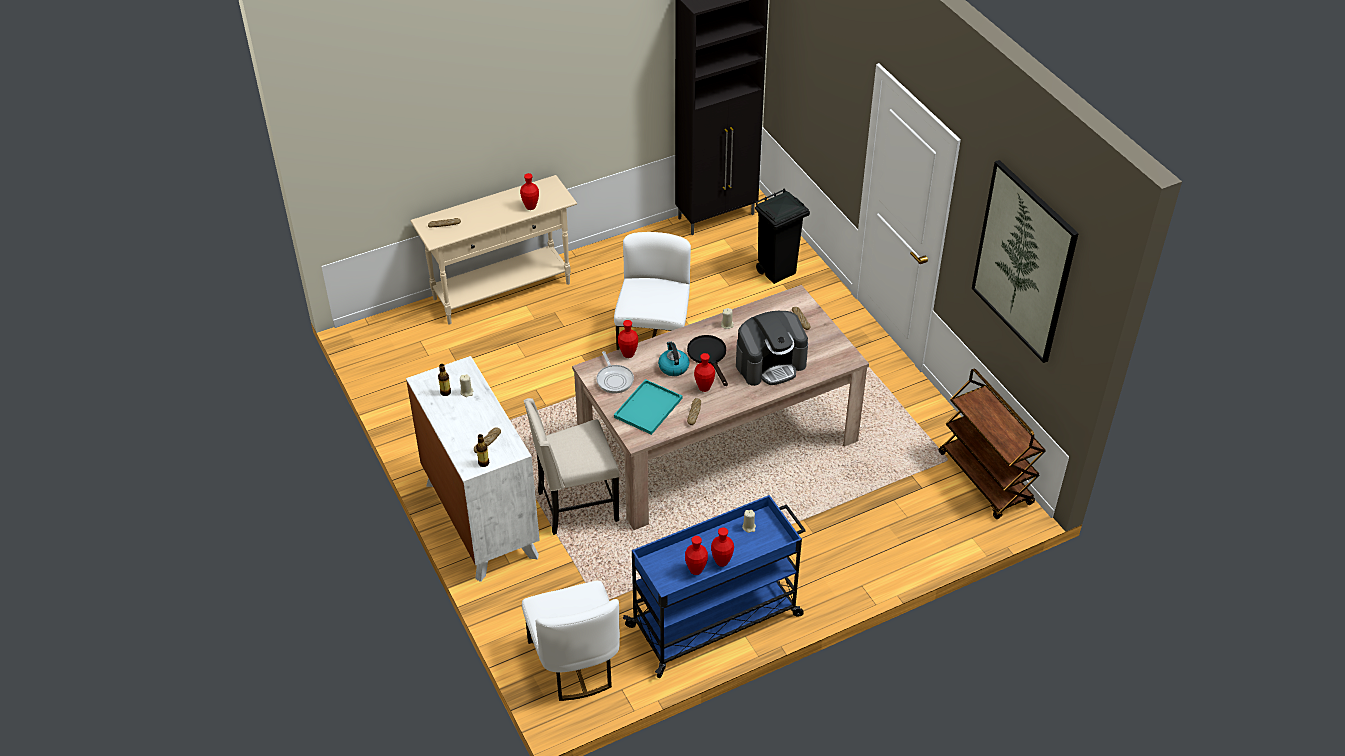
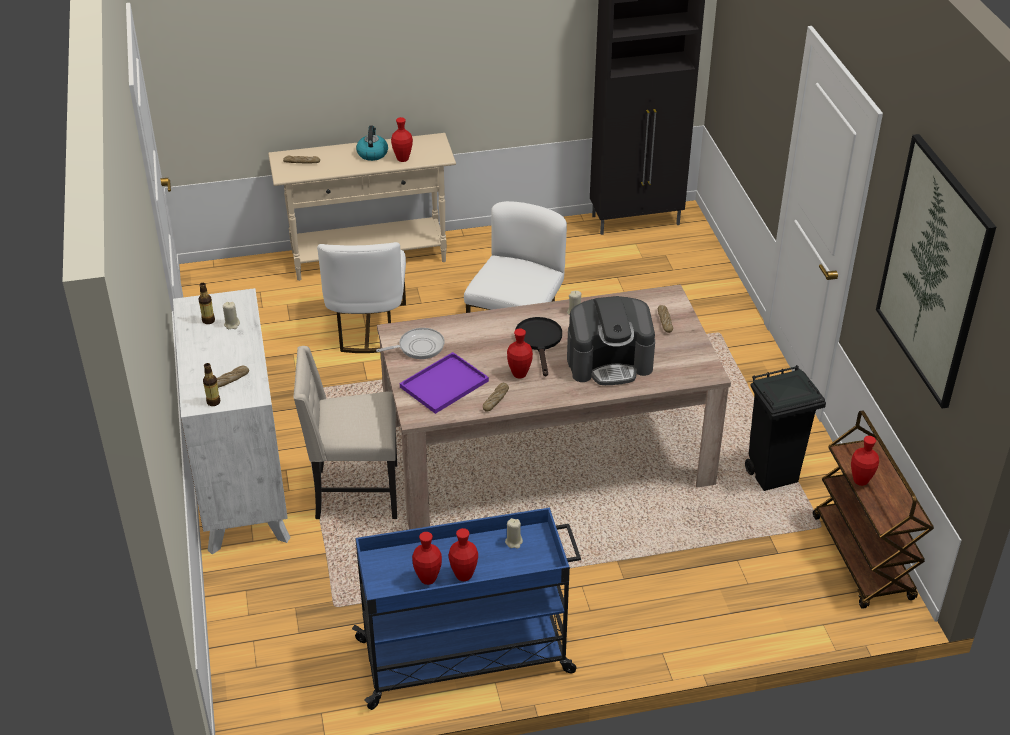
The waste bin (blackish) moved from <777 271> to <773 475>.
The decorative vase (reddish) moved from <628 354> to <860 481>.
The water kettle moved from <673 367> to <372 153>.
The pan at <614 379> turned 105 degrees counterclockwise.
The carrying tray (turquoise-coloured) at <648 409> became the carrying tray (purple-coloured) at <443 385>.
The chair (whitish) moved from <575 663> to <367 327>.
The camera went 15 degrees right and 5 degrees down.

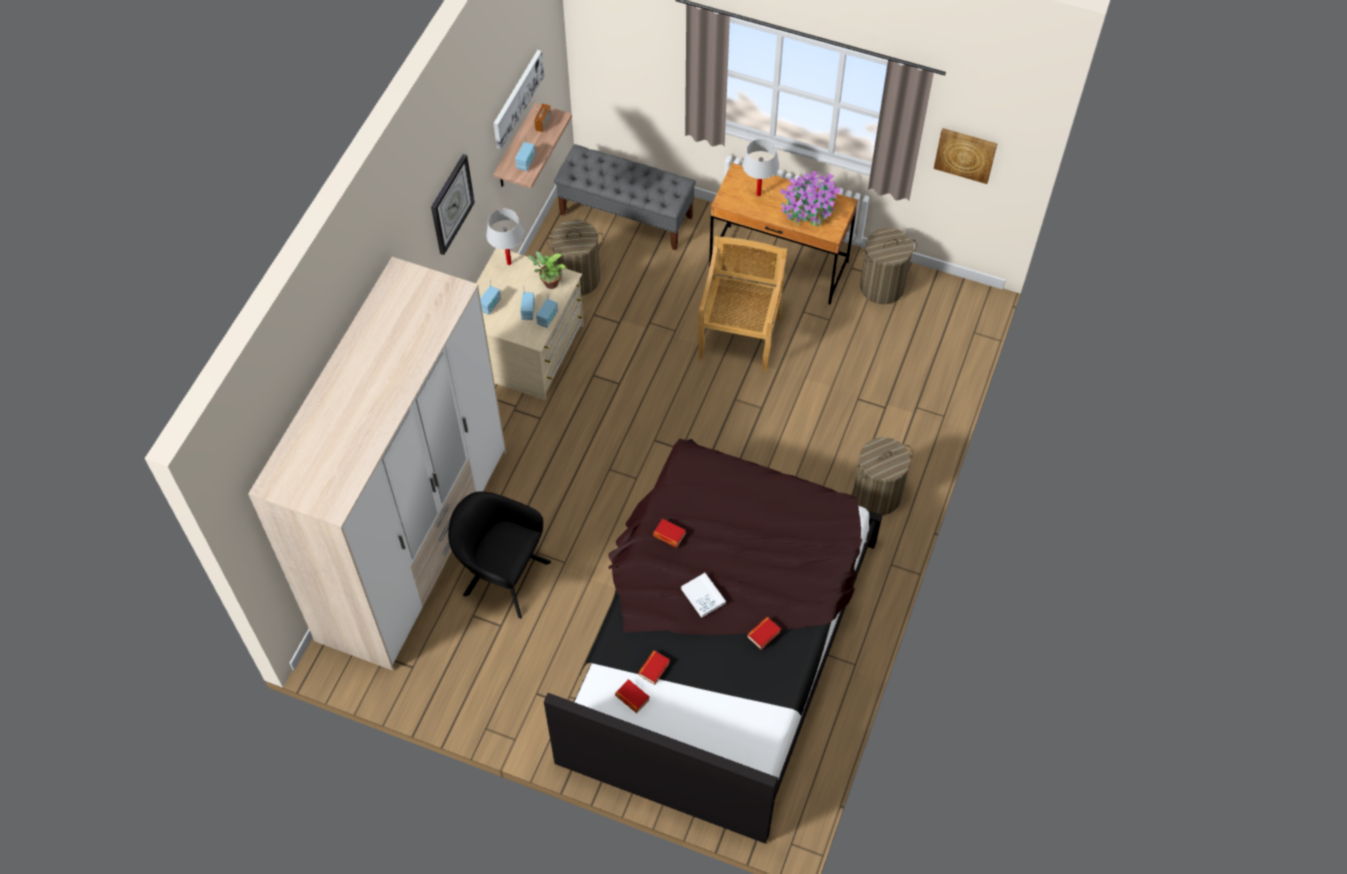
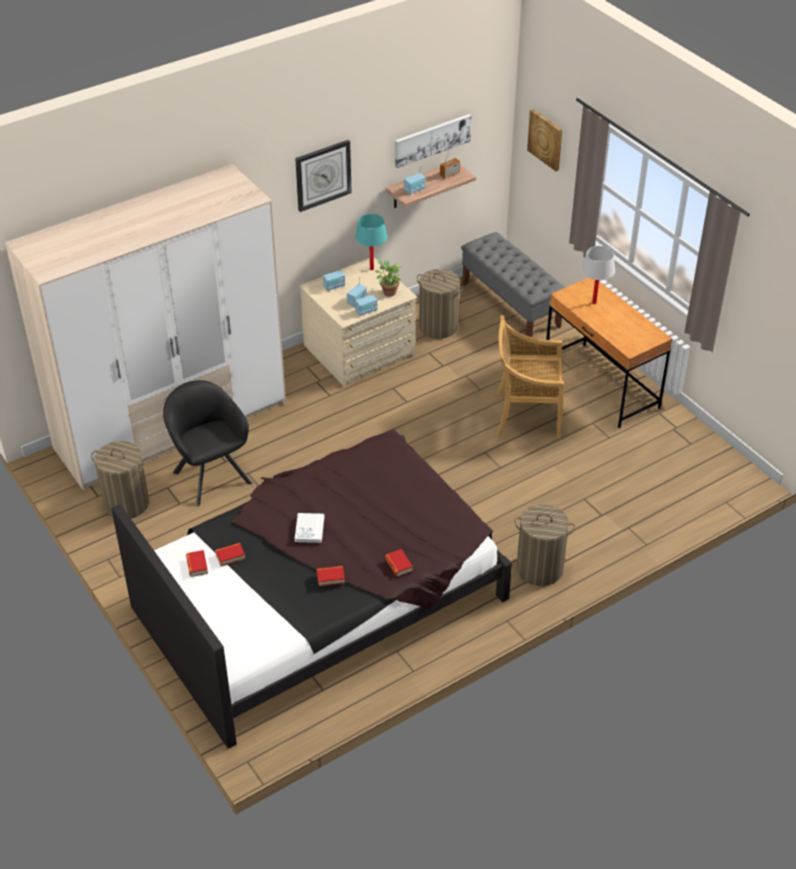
The wall picture moved from <965 154> to <546 139>.
The houseplant at <808 210> disappeared.
The tabletop lamp (whitish) at <509 263> became the tabletop lamp (turquoise-coloured) at <371 269>.
The washing basket moved from <882 287> to <126 504>.
The chair (sand-coloured) at <739 336> turned 135 degrees counterclockwise.
The book moved from <669 535> to <398 565>.
The camera went 35 degrees right and 15 degrees down.

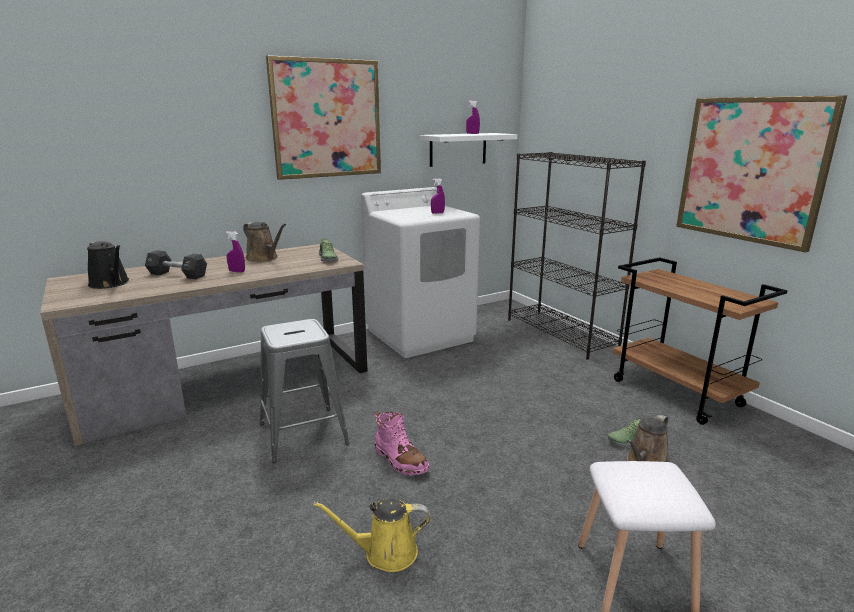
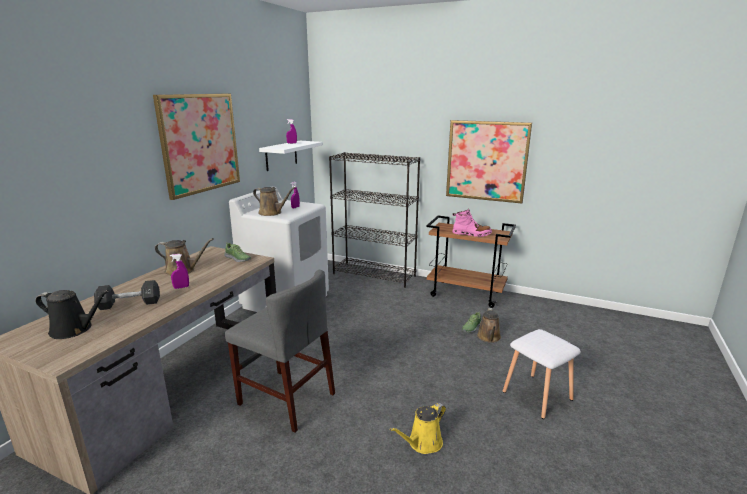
The stool seat (gray) at <303 433> was replaced by the chair (gray) at <286 399>.
The tall boot (pink-coloured) moved from <400 460> to <471 234>.
The watering can (brown) at <272 213> appeared.
The camera went 35 degrees left and 0 degrees up.

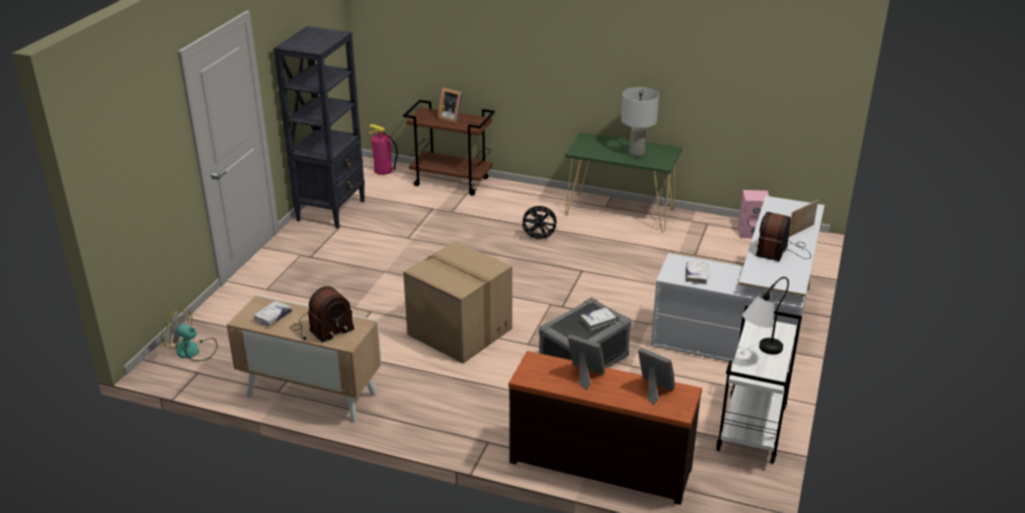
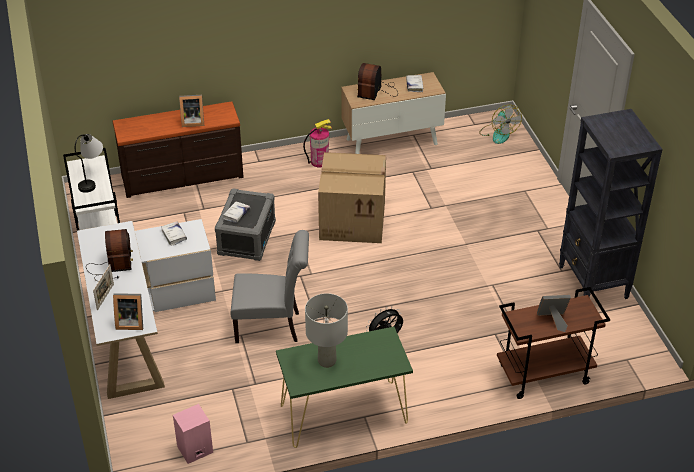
The fire-fighting cylinder moved from <383 170> to <319 161>.
The fan at <193 351> turned 90 degrees clockwise.
The picture frame moved from <653 390> to <129 322>.
The chair (gray) at <272 327> appeared.
The camera went 145 degrees right and 10 degrees up.

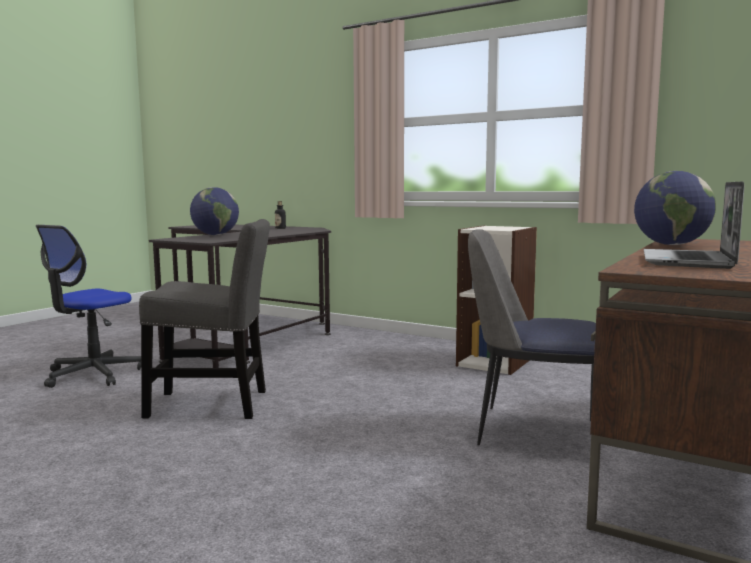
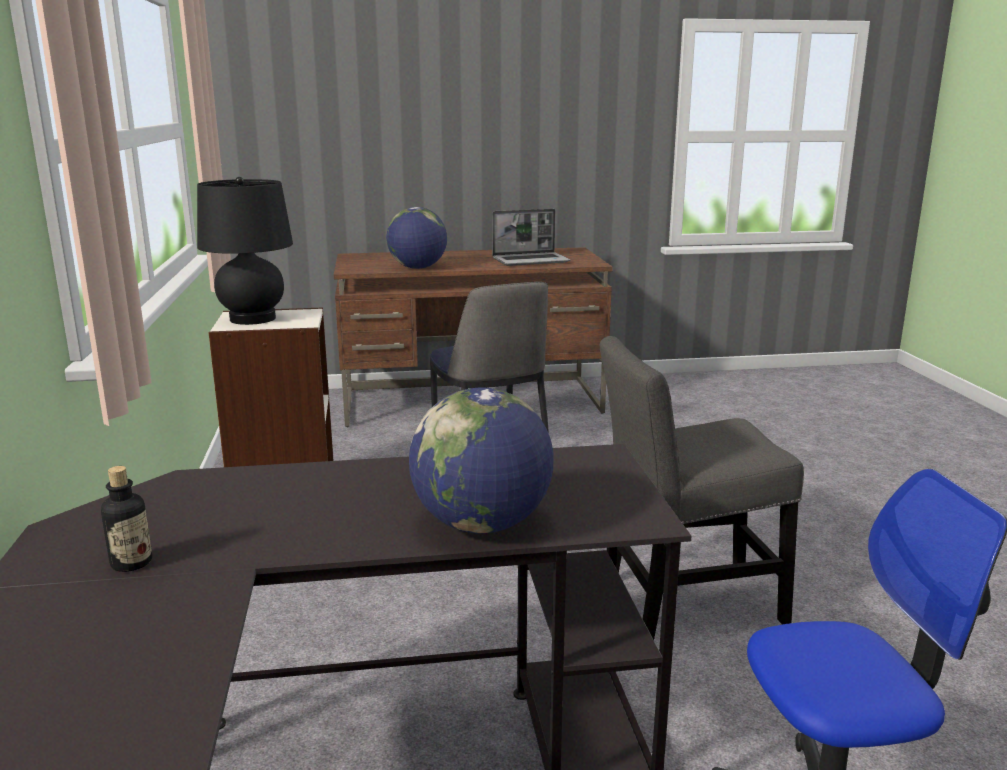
The chair (gray) at <214 404> turned 60 degrees counterclockwise.
The tabletop lamp (blackish) at <252 319> appeared.
The camera went 130 degrees left and 10 degrees up.

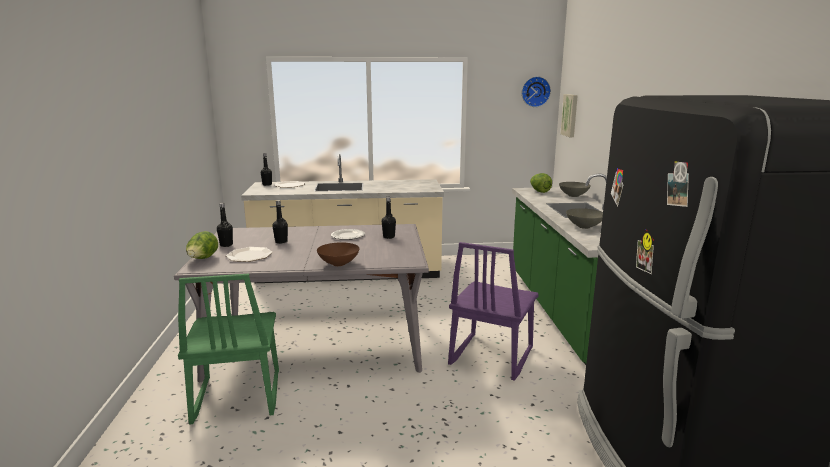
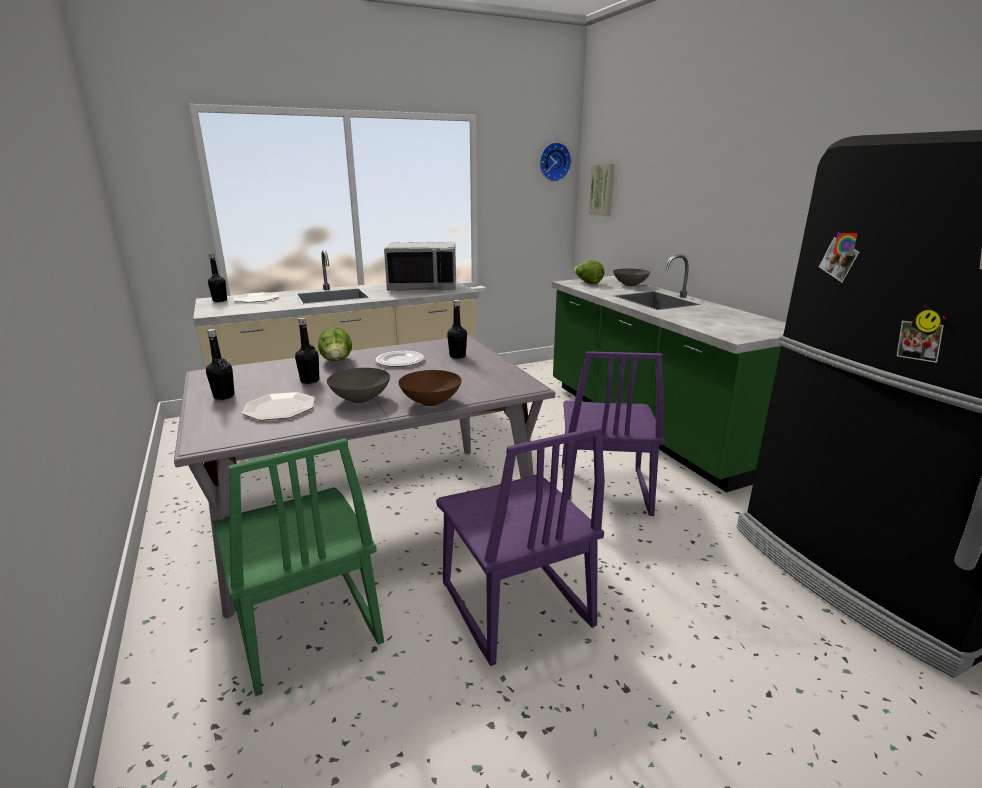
The serving bowl (gray) moved from <584 226> to <361 399>.
The head of lettuce moved from <202 259> to <337 361>.
The microwave oven (gray) at <423 287> appeared.
The chair (purple-coloured) at <514 606> appeared.
The camera went 20 degrees left and 5 degrees up.

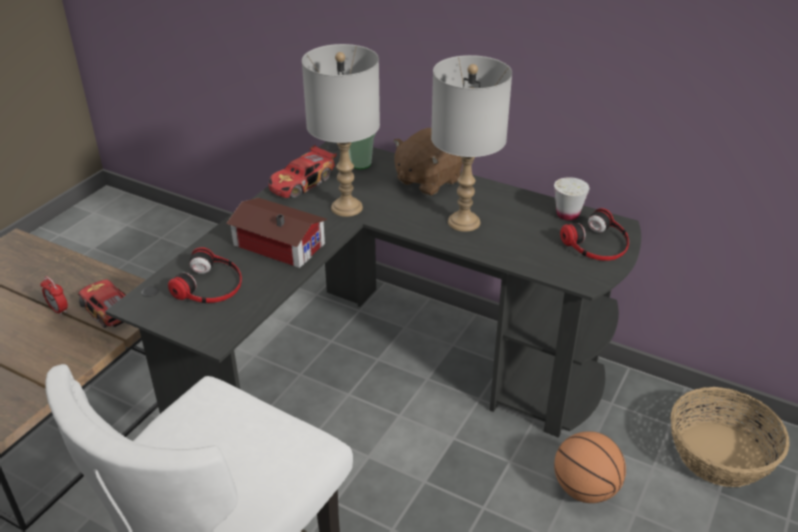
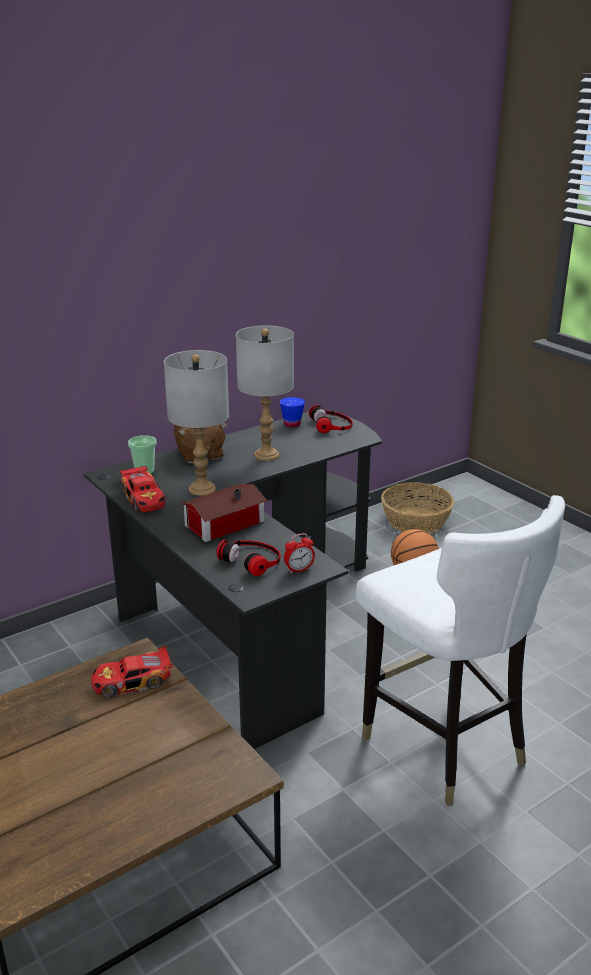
The small cup (whitish) at <567 214> became the small cup (blue) at <292 424>.
The alarm clock moved from <58 310> to <299 570>.
The camera went 65 degrees left and 10 degrees down.

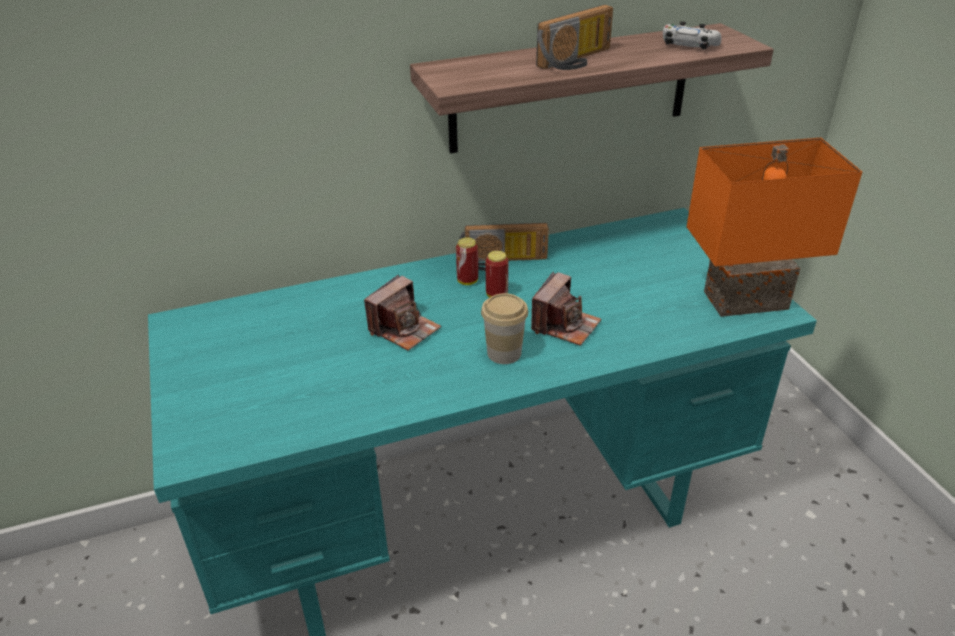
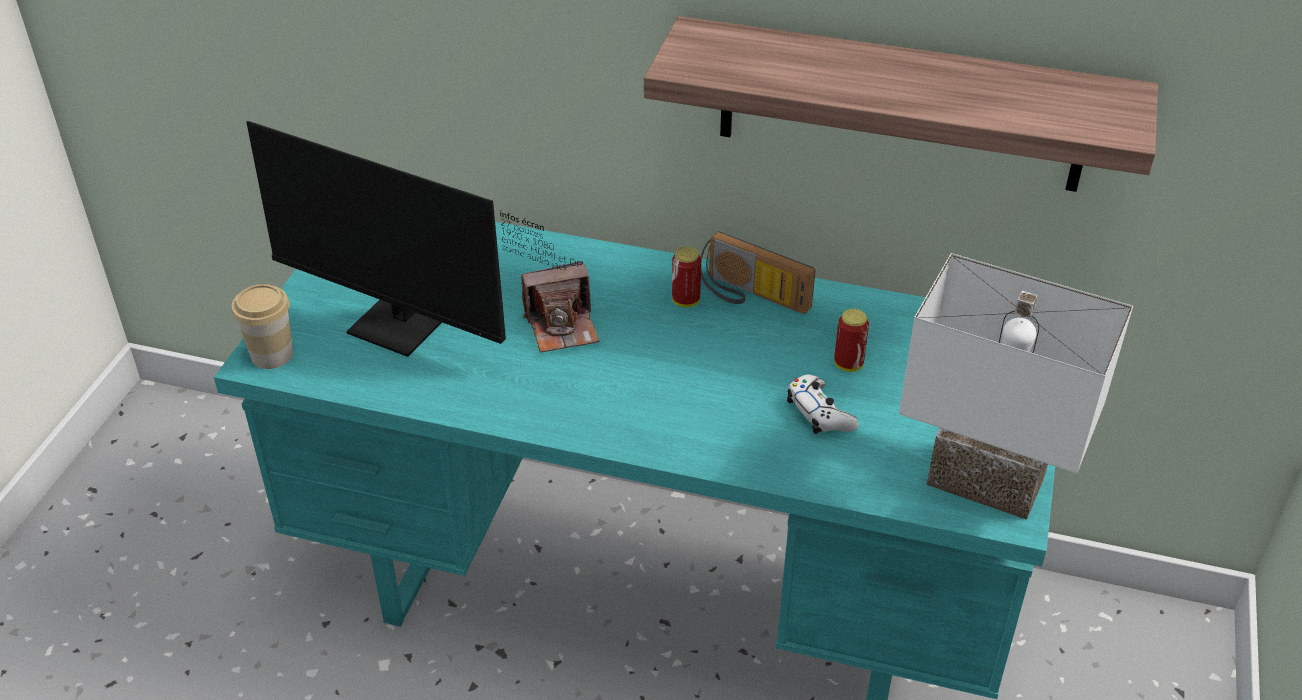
The radio at <578 60> disappeared.
The gamepad (whitish) moved from <689 45> to <819 413>.
The tabletop lamp (orange-coloured) at <746 302> became the tabletop lamp (whitish) at <982 484>.
The metal can moved from <496 295> to <848 364>.
The photo camera at <565 325> disappeared.
The small cup moved from <504 353> to <272 355>.
The computer display at <408 330> appeared.
The camera went 35 degrees right and 5 degrees up.

